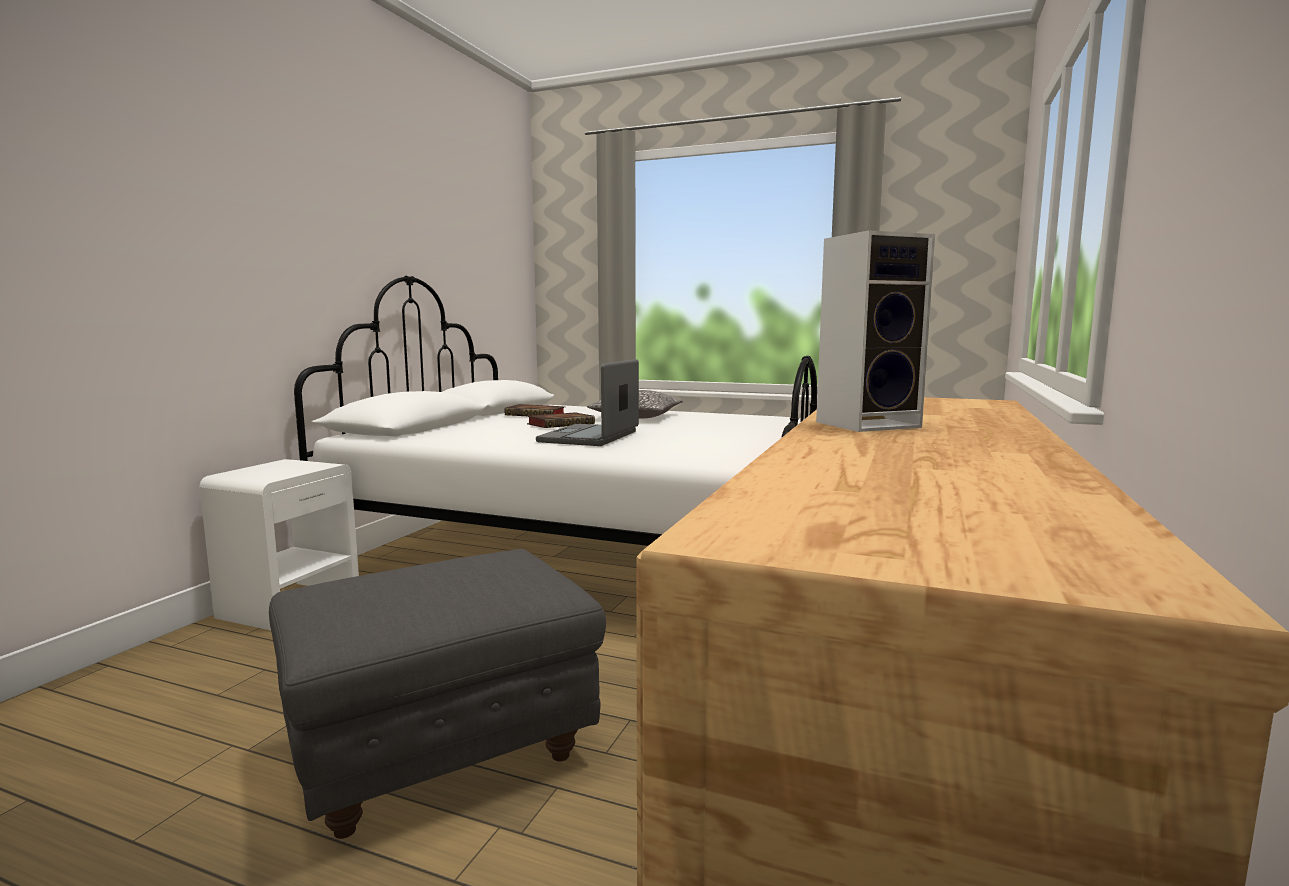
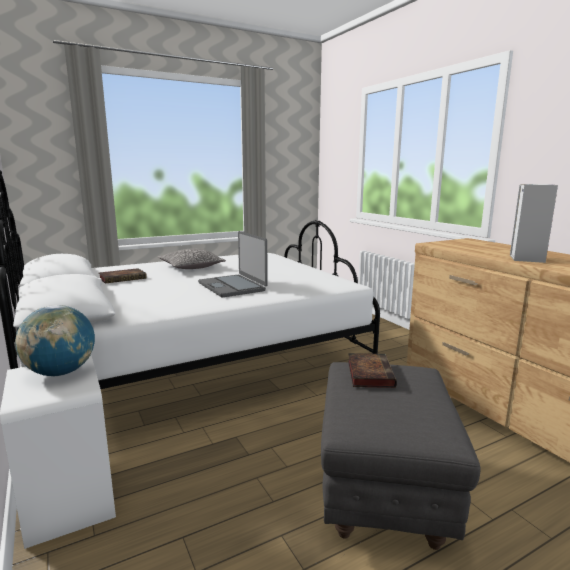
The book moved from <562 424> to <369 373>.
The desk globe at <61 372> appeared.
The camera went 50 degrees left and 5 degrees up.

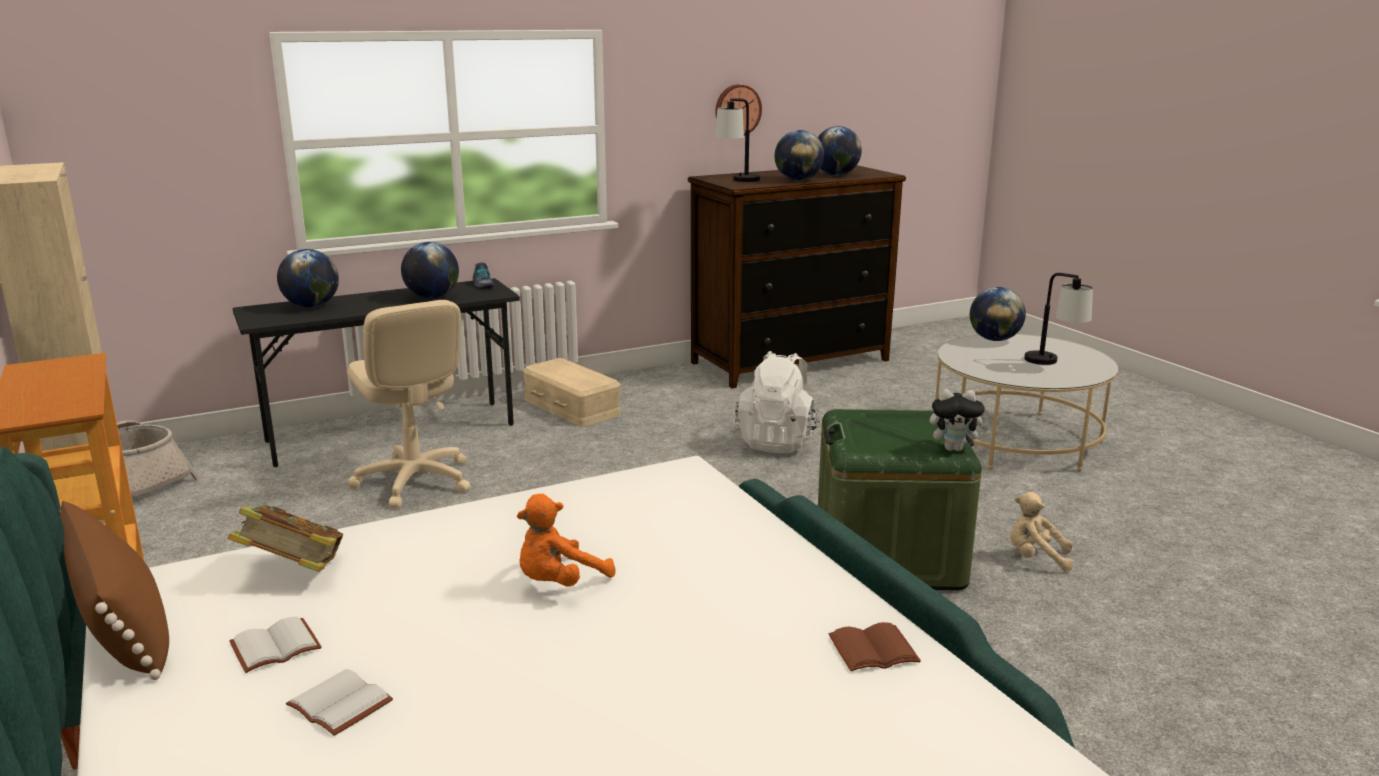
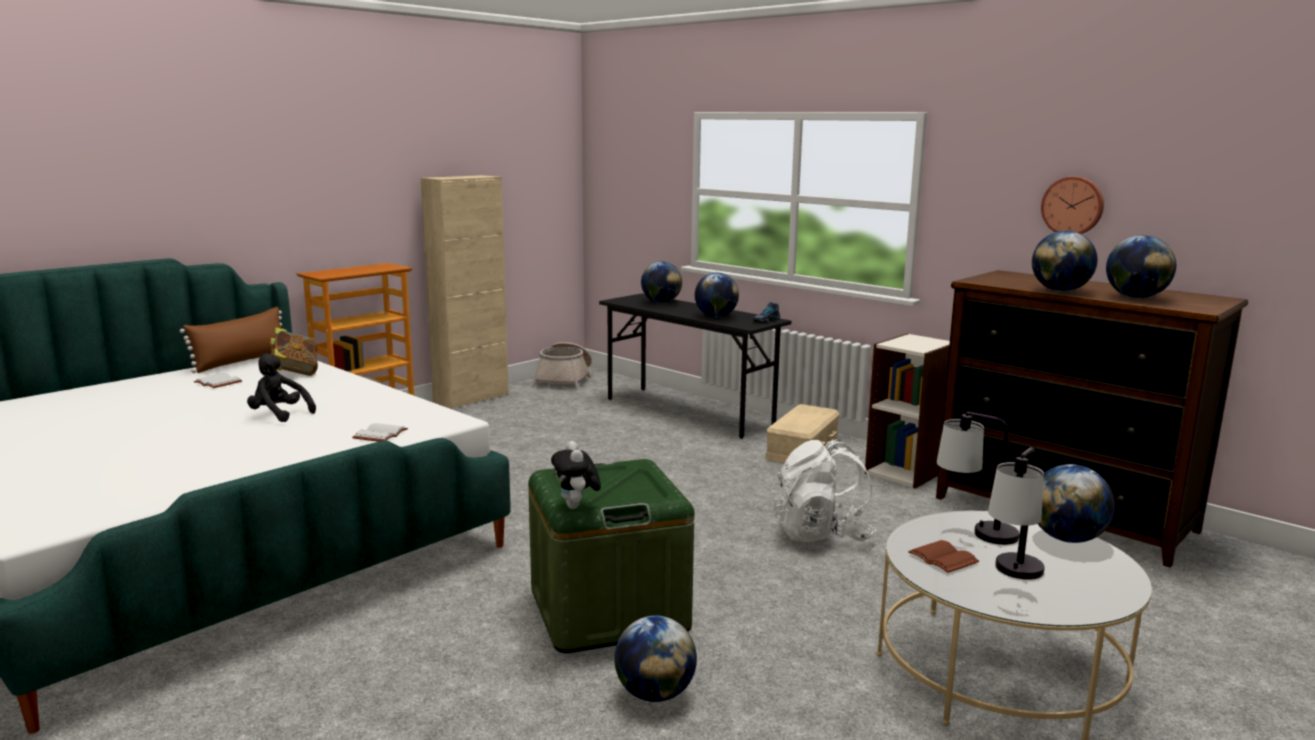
The tabletop lamp moved from <738 181> to <974 532>.
The desk chair (sand-coloured) at <414 481> disappeared.
The soft toy (sand-coloured) at <1035 558> was replaced by the desk globe at <655 694>.
The soft toy (orange-coloured) at <559 583> became the soft toy (blackish) at <279 415>.
The book (brown) moved from <873 649> to <944 558>.
The book (whitish) moved from <337 705> to <379 434>.
The bookcase at <906 472> appeared.
The camera went 70 degrees right and 5 degrees down.

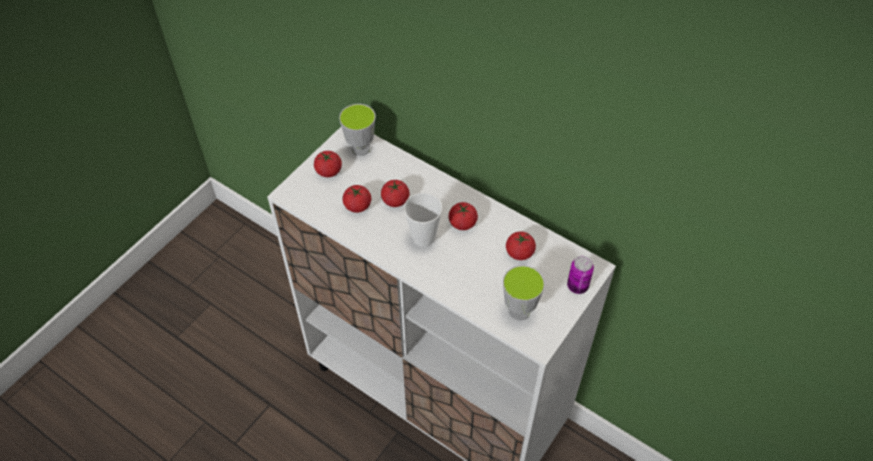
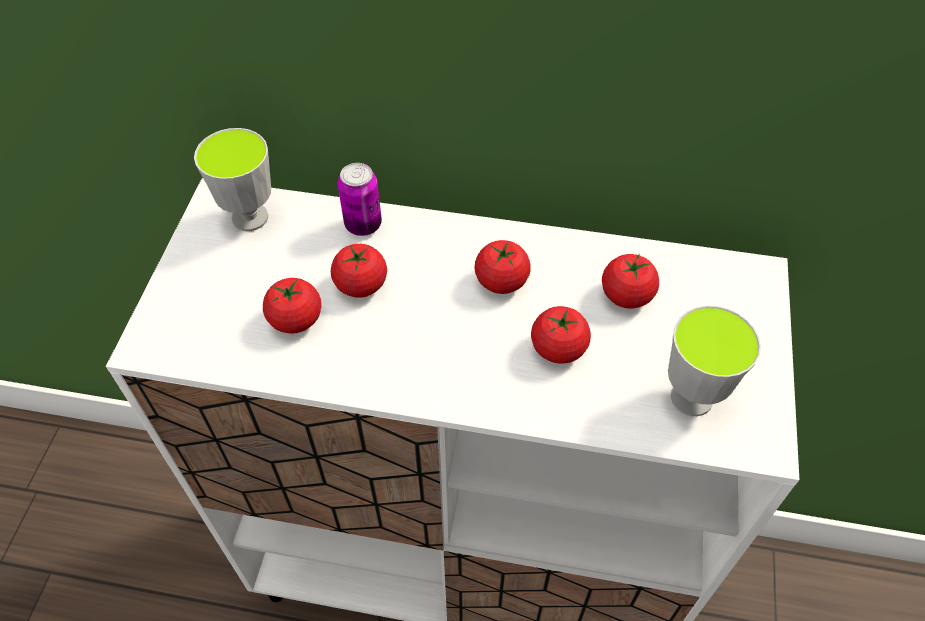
The fresh tomato moved from <328 171> to <558 348>.
The small cup at <423 237> disappeared.
The metal can moved from <577 286> to <363 225>.
The camera went 25 degrees left and 0 degrees up.

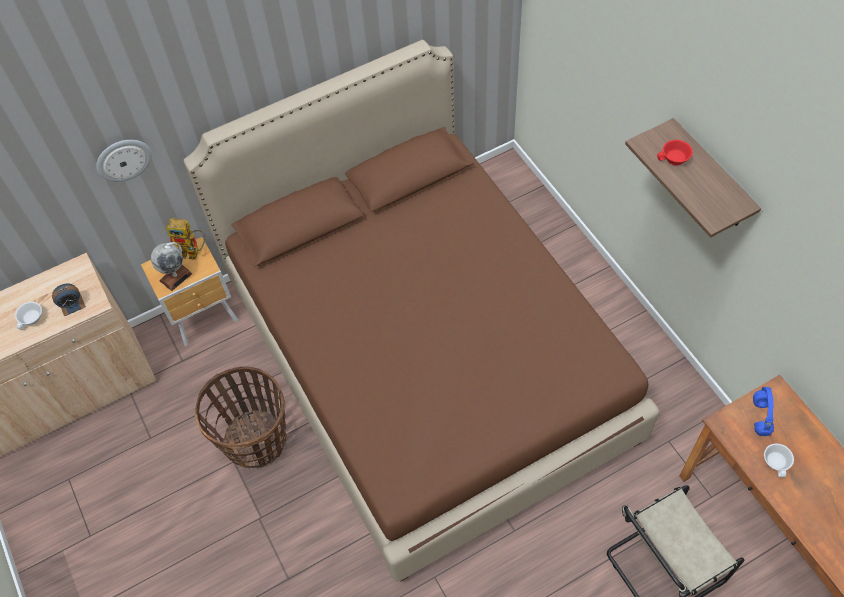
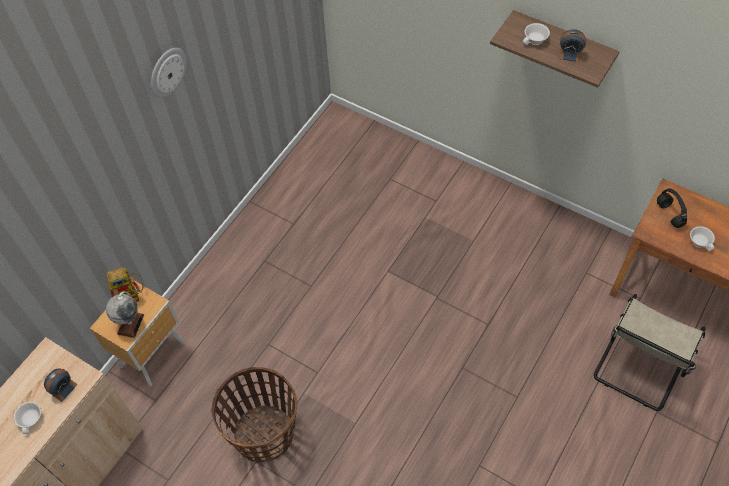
The bedroom bed (brown) at <426 360> disappeared.
The clock on the wall moved from <123 159> to <167 72>.
The small cup (reddish) at <674 160> became the small cup (whitish) at <535 40>.
The headphones (blue) at <761 417> became the headphones (blackish) at <670 215>.
The alarm clock at <570 54> appeared.
The camera went 30 degrees left and 0 degrees up.

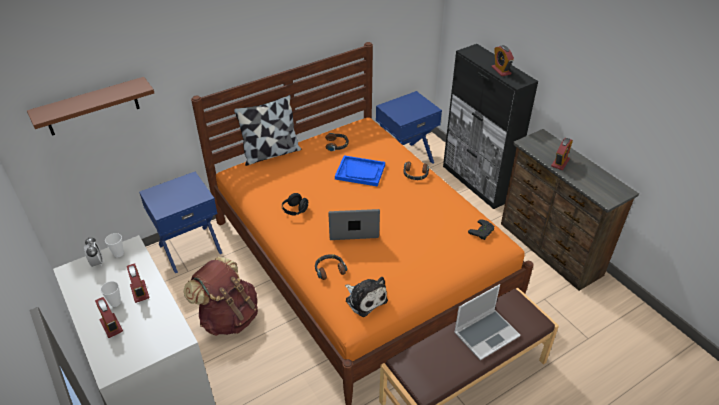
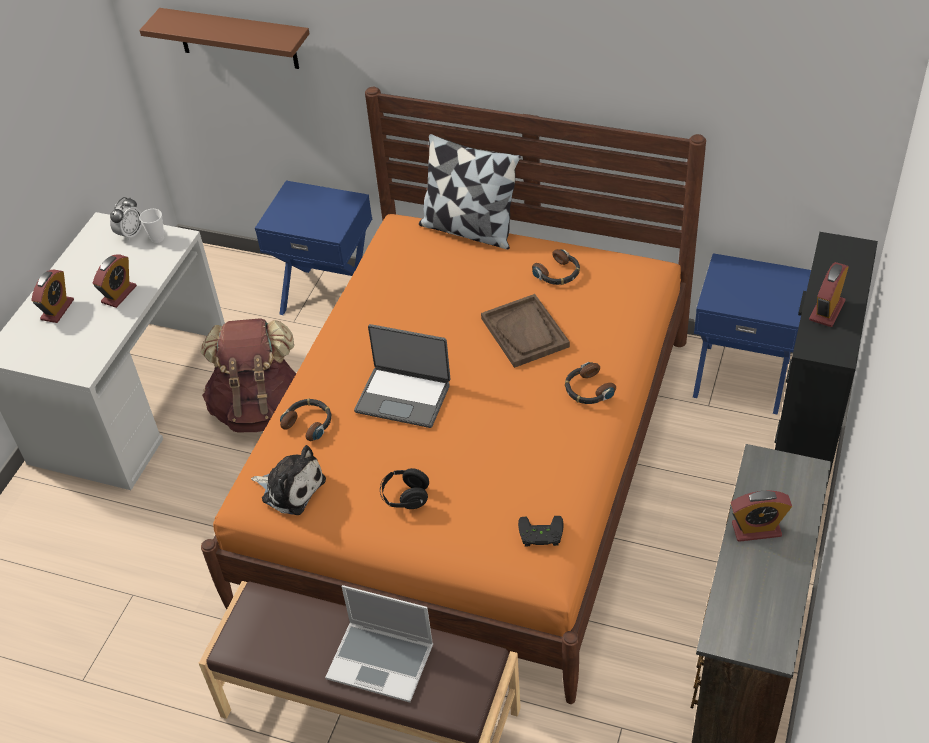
The carrying tray (blue) at <360 172> became the carrying tray (brown) at <525 332>.
The headphones (blackish) moved from <295 211> to <405 497>.
The notebook computer at <353 228> turned 150 degrees clockwise.
The soft toy at <365 299> turned 75 degrees counterclockwise.
The small cup at <115 302> disappeared.
The camera went 55 degrees right and 5 degrees up.

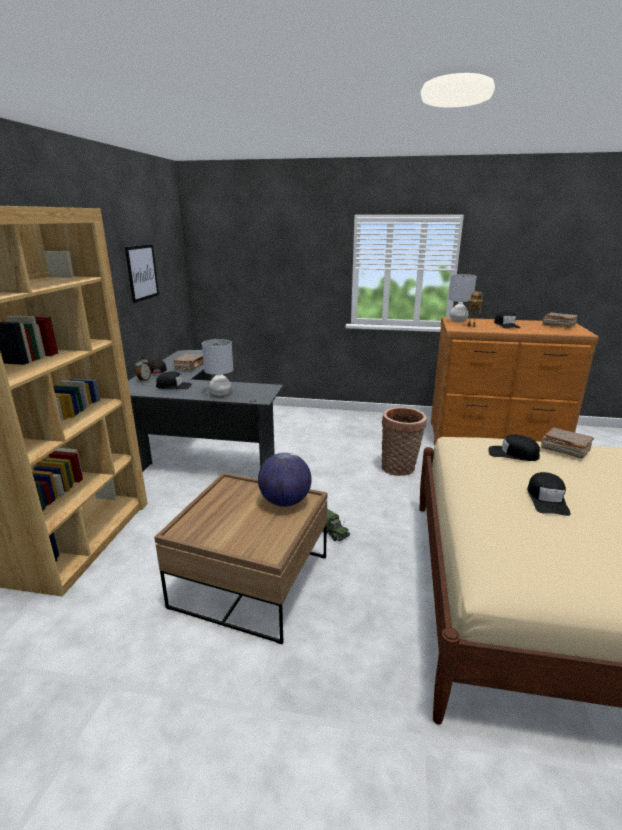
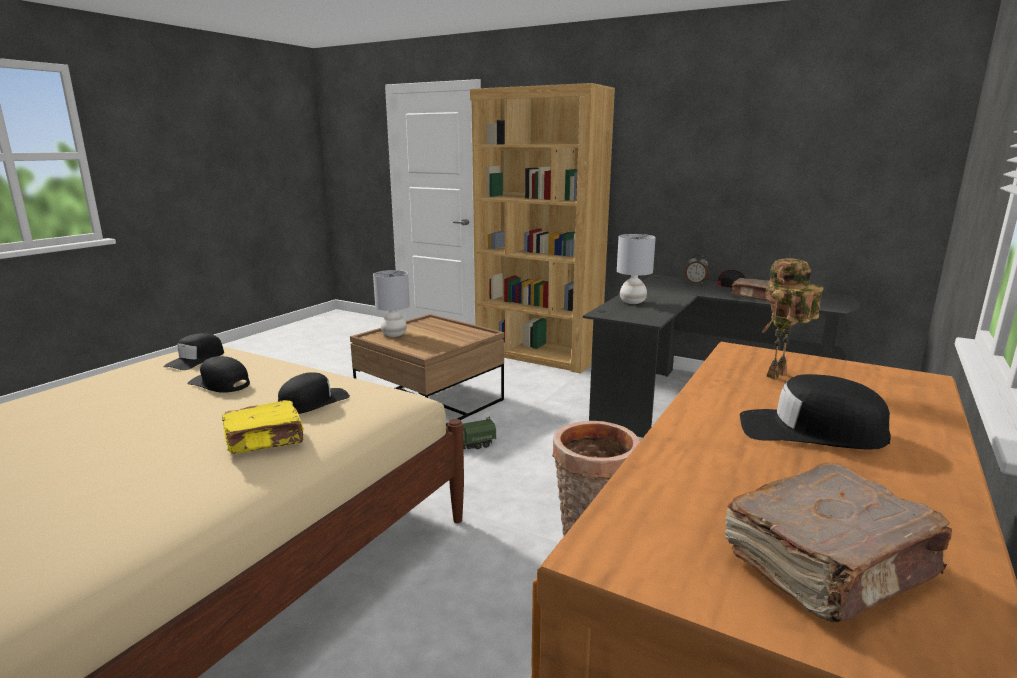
The wall picture at <142 272> disappeared.
The tabletop lamp (gray) moved from <458 321> to <394 335>.
The baseball cap (blackish) moved from <174 386> to <196 360>.
The book (brown) at <564 449> became the book (yellow-coloured) at <266 440>.
The desk globe at <285 502> disappeared.
The camera went 110 degrees right and 5 degrees down.

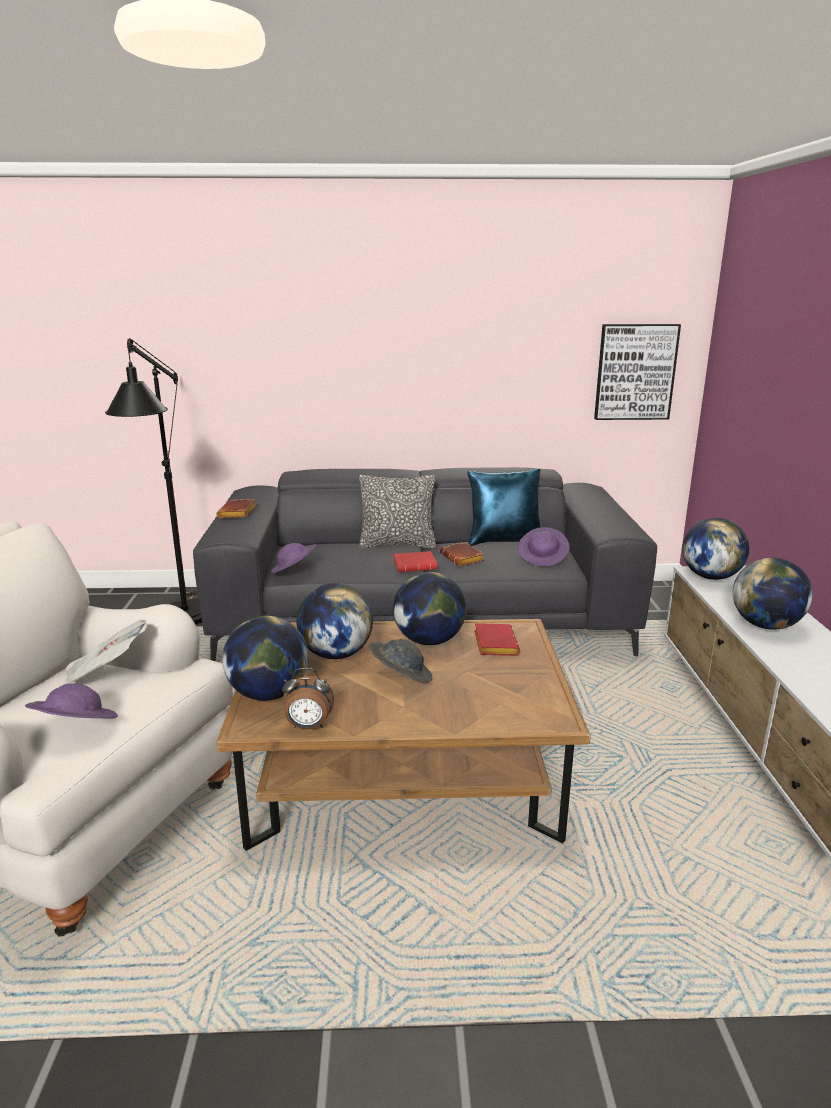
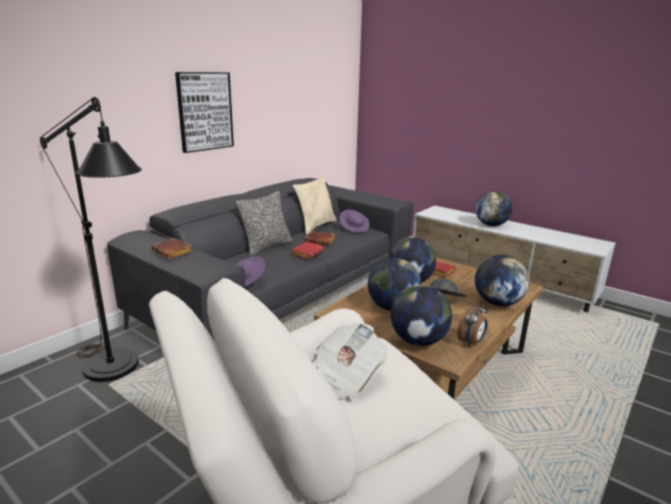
The wall picture moved from <635 372> to <204 111>.
The pillow (blue) at <504 540> became the pillow (sand-coloured) at <315 226>.
The desk globe moved from <710 577> to <497 303>.
The hat (purple-coloured) at <75 728> disappeared.
The camera went 50 degrees left and 0 degrees up.

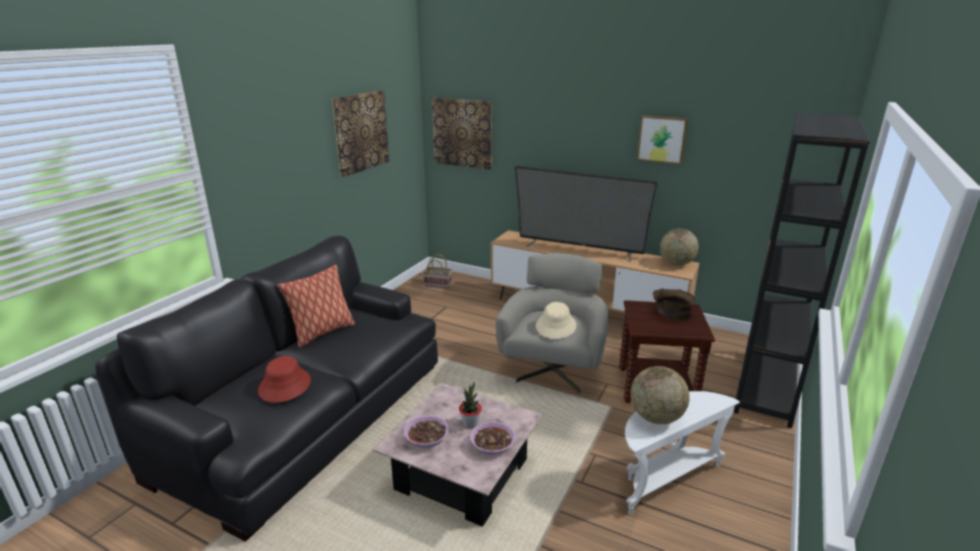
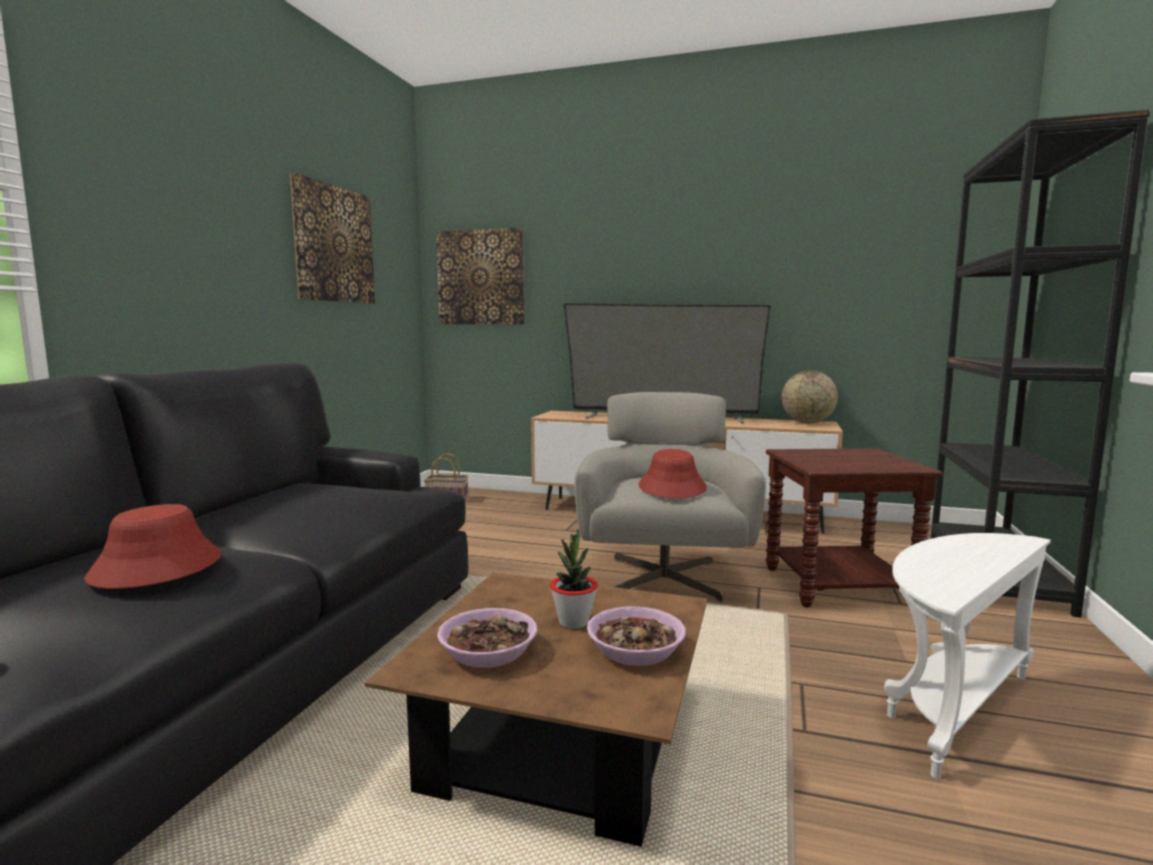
The wall picture at <662 139> disappeared.
The pillow at <322 333> disappeared.
The serving bowl (brown) at <672 312> disappeared.
The hat (sand-coloured) at <556 326> became the hat (reddish) at <672 487>.
The desk globe at <656 417> disappeared.
The lounge table (pink-coloured) at <462 474> became the lounge table (brown) at <559 744>.
The camera went 10 degrees left and 15 degrees down.

